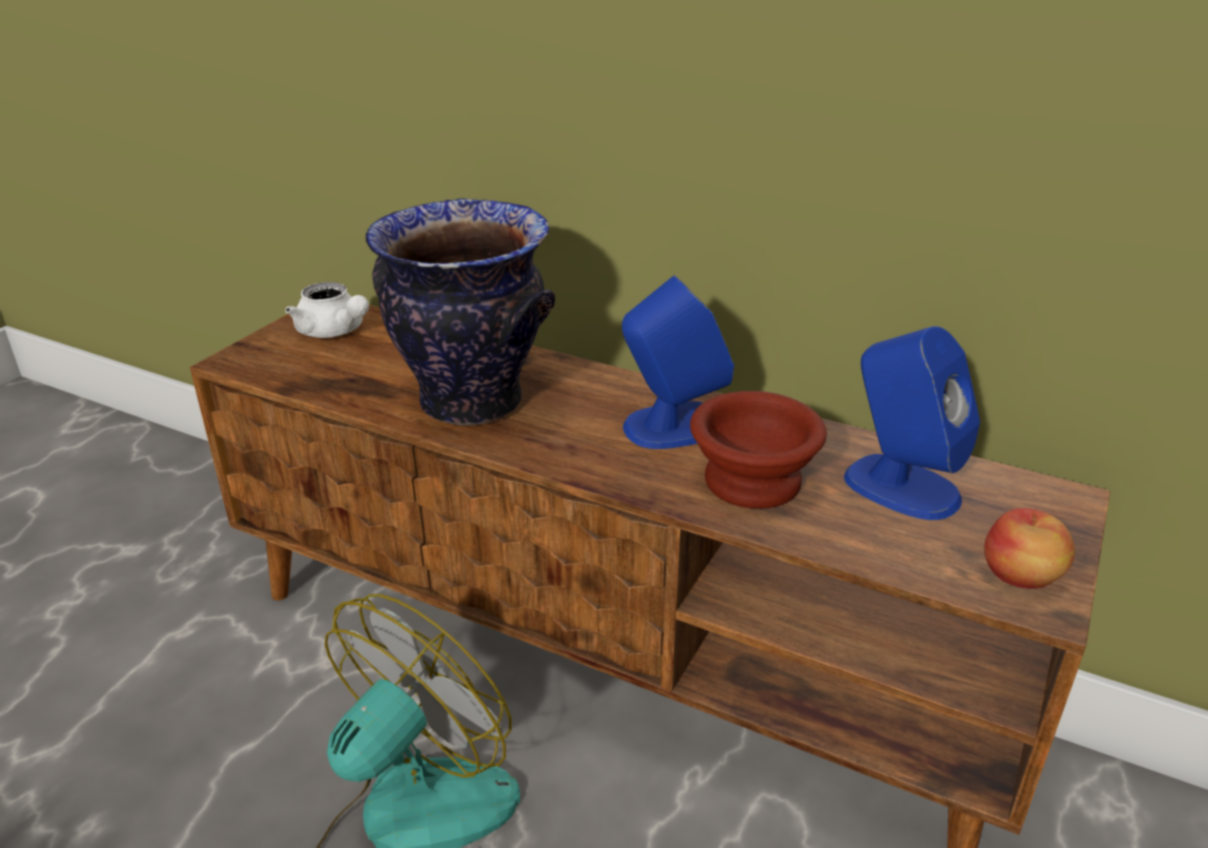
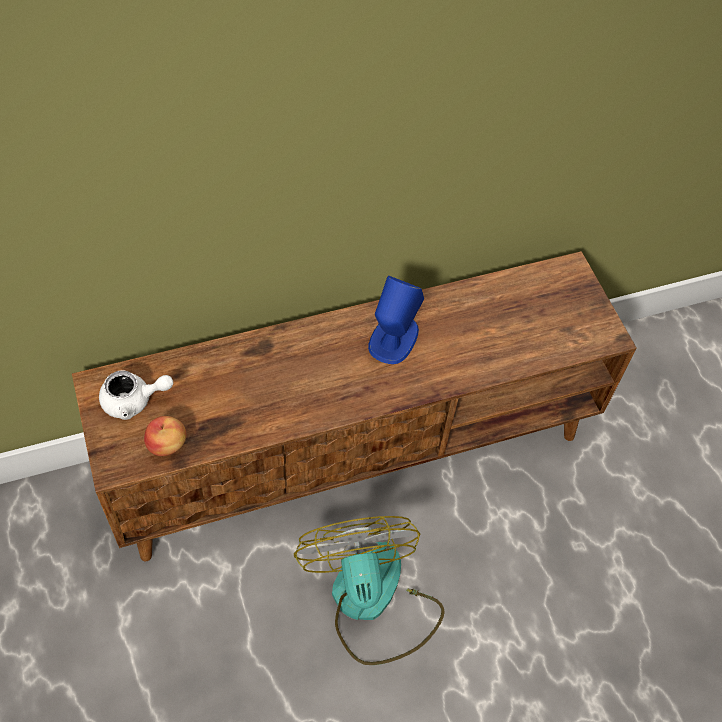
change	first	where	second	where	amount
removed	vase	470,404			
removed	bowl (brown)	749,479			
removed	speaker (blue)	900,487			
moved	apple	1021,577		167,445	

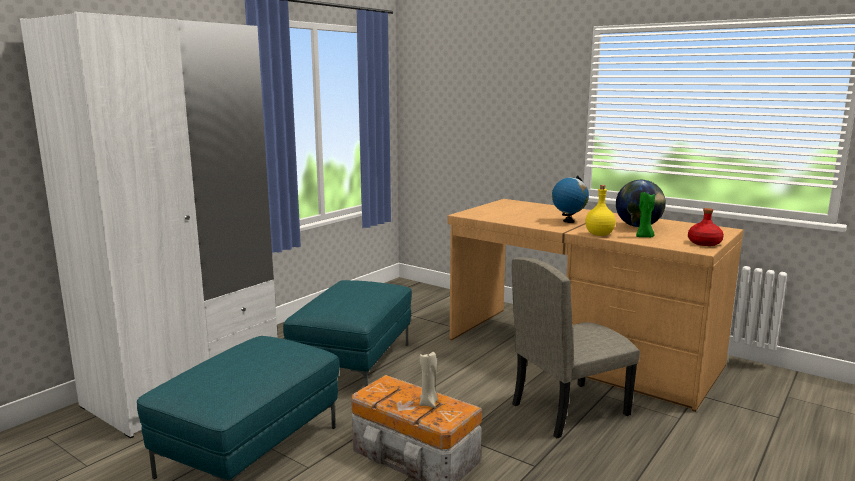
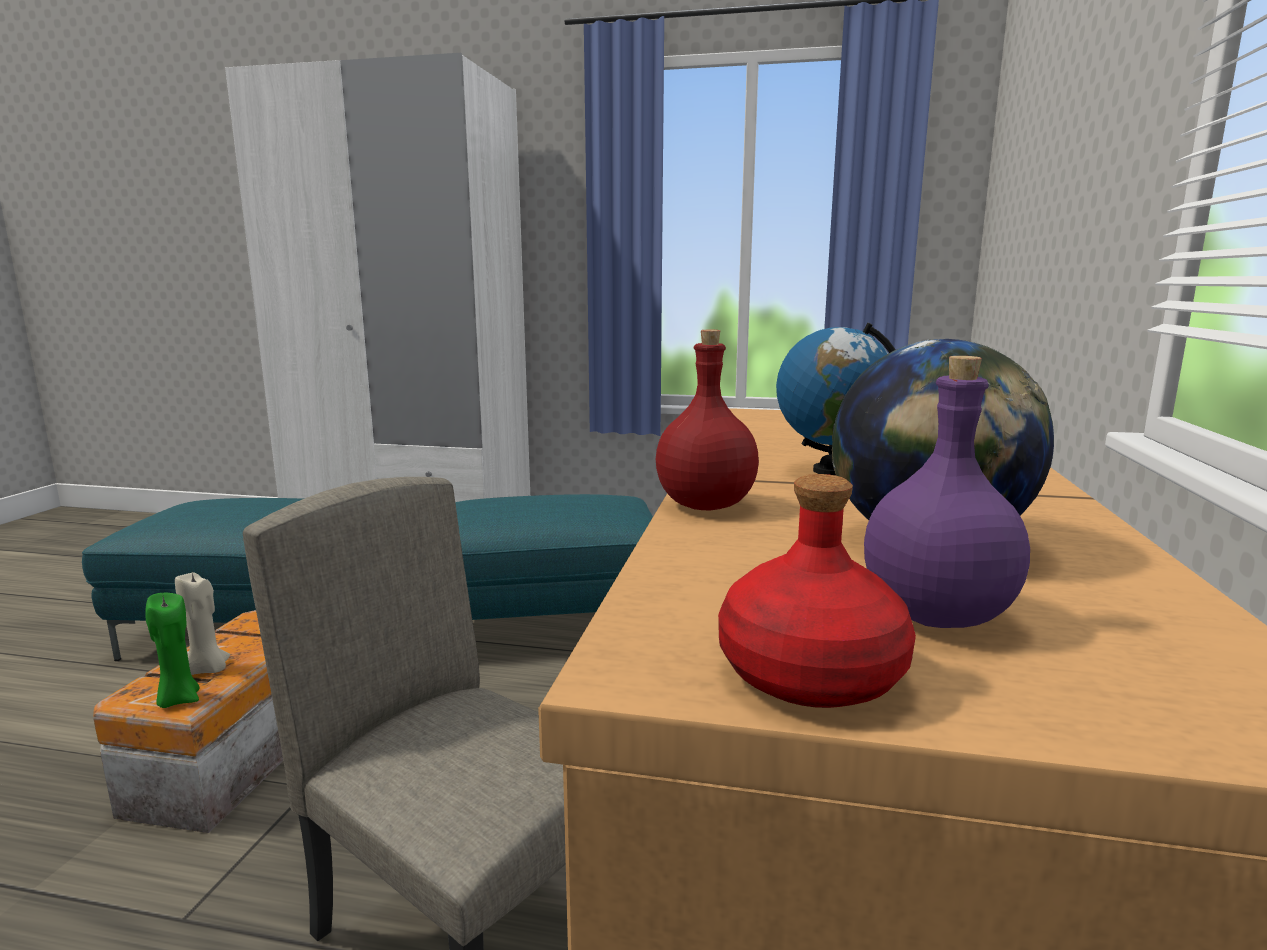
change	first	where	second	where	amount
added			bottle (purple)	936,617	
moved	candle (green)	644,237		178,700	
recoloured	bottle (yellow)	599,234	bottle (red)	707,505	

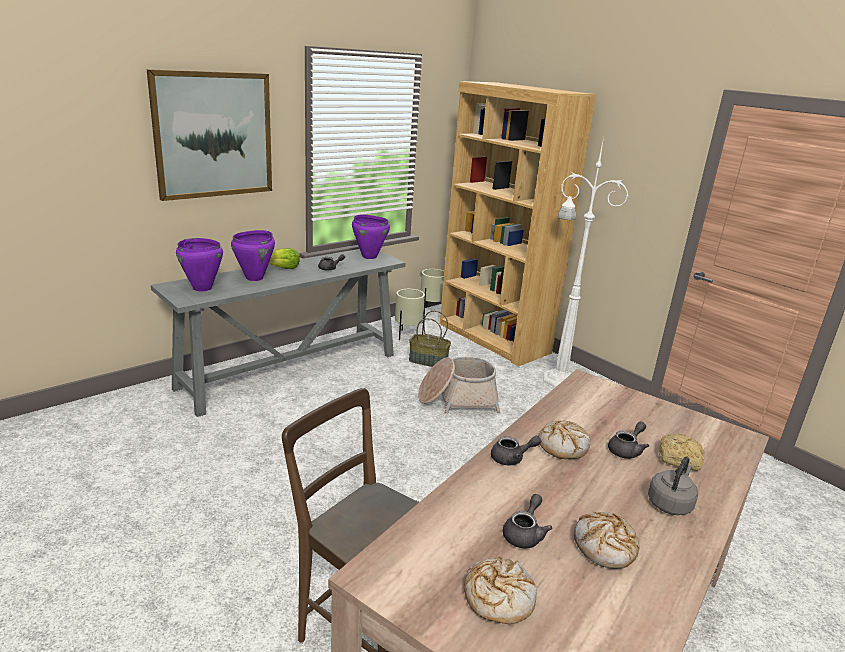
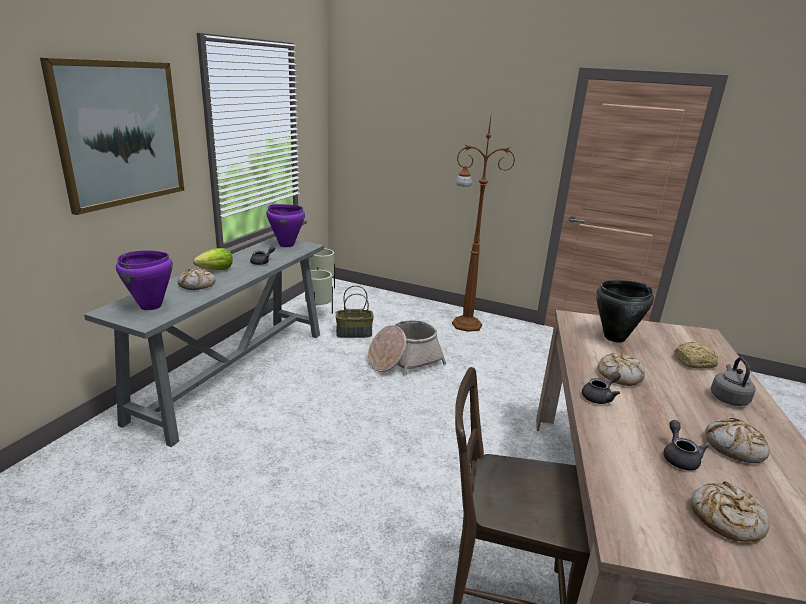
change	first	where	second	where	amount
removed	bookcase (brown)	493,338			
removed	teapot (grey)	626,450			
added			cooking pot (black)	615,338	
replaced	cooking pot (purple)	255,278	bread	197,285	
recoloured	floor lamp (white)	557,379	floor lamp (brown)	465,324	

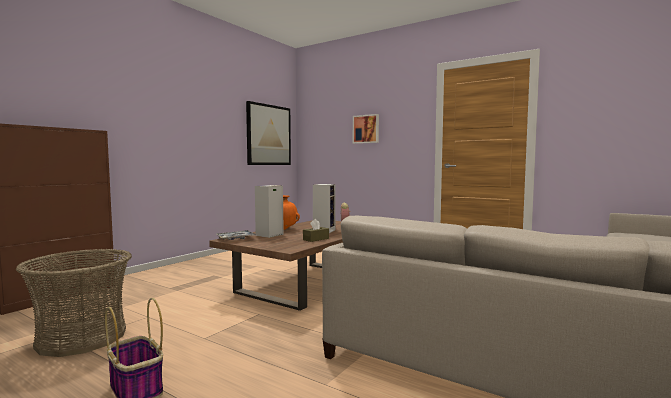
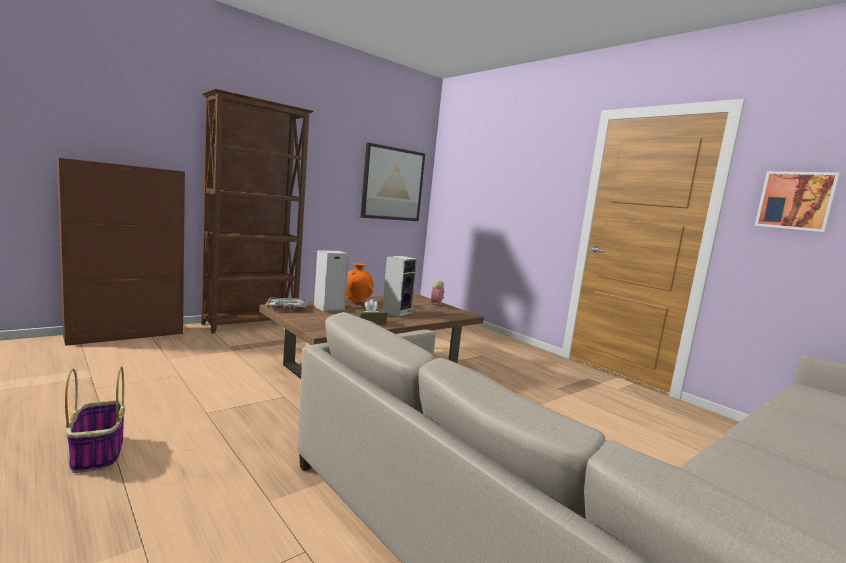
change	first	where	second	where	amount
removed	basket	82,337			
added			bookcase (brown)	251,324	
moved	picture	366,129		796,201	

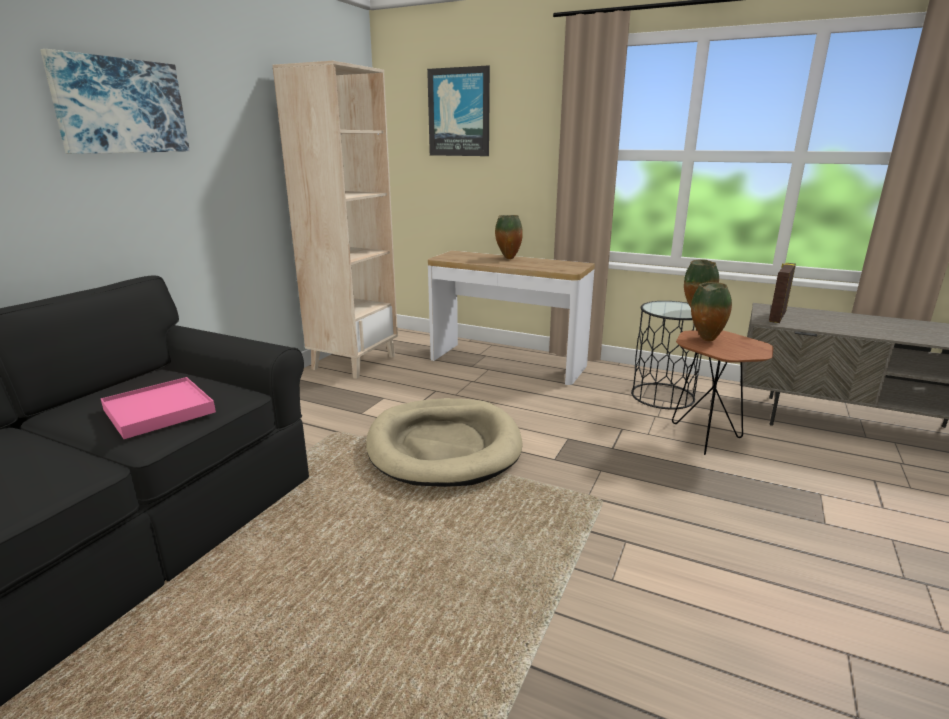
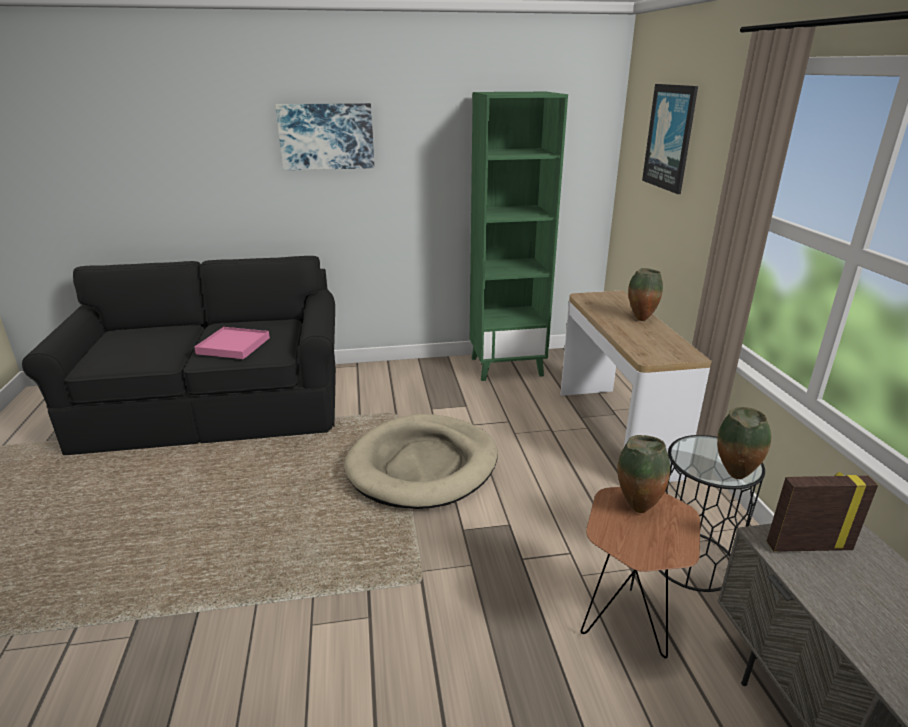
change	first	where	second	where	amount
recoloured	bookcase (beige)	354,362	bookcase (green)	507,366	

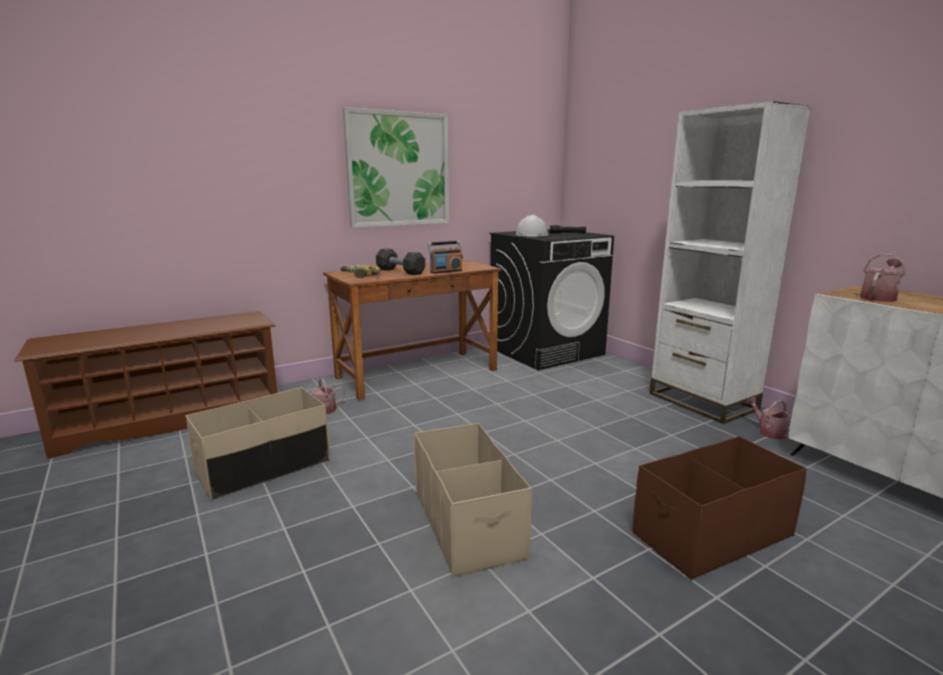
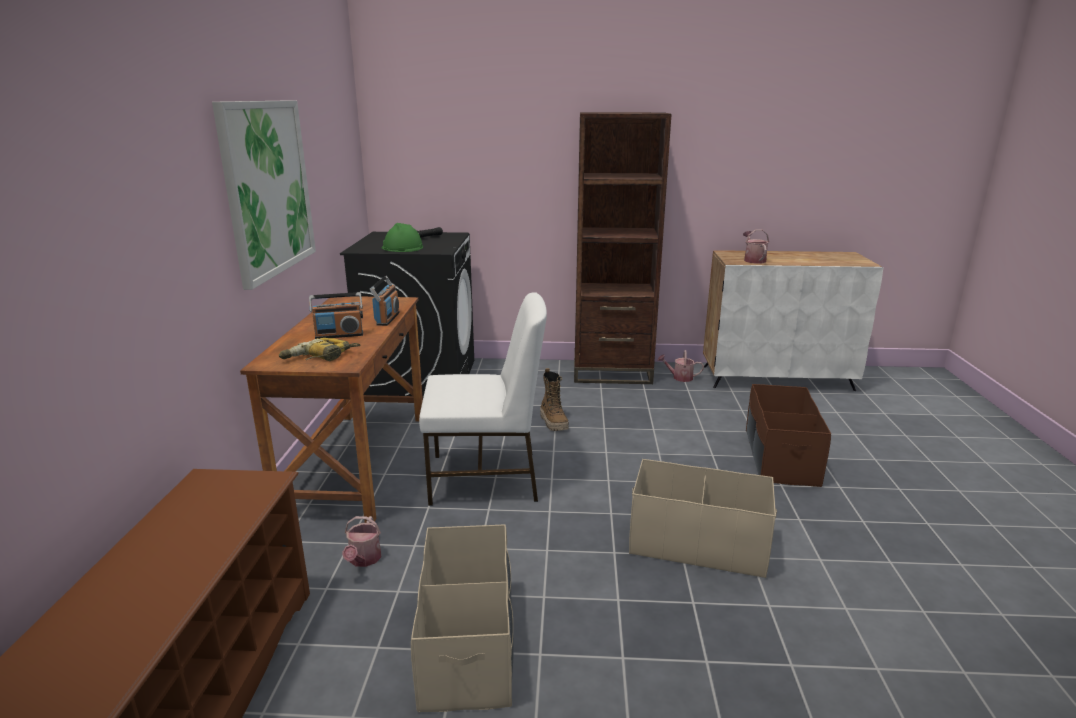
change	first	where	second	where	amount
added			chair (white)	486,478	
added			boot	554,423	
replaced	dumbbell (black)	400,271	radio	339,335	
recoloured	hard hat (white)	531,235	hard hat (green)	402,248	
recoloured	bookcase (white)	702,401	bookcase (brown)	612,373	

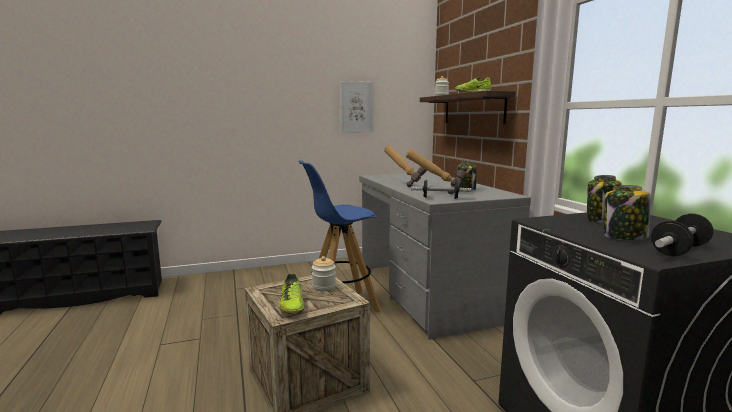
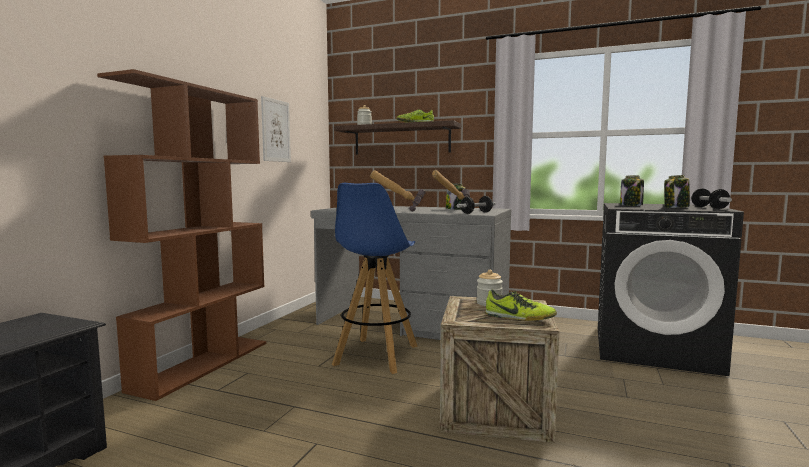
change	first	where	second	where	amount
added			bookcase (brown)	203,364	

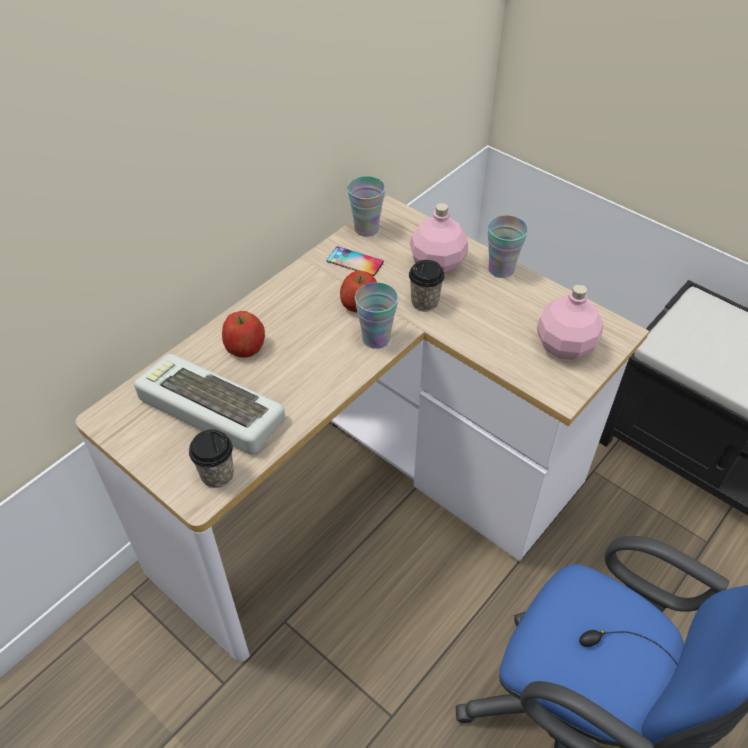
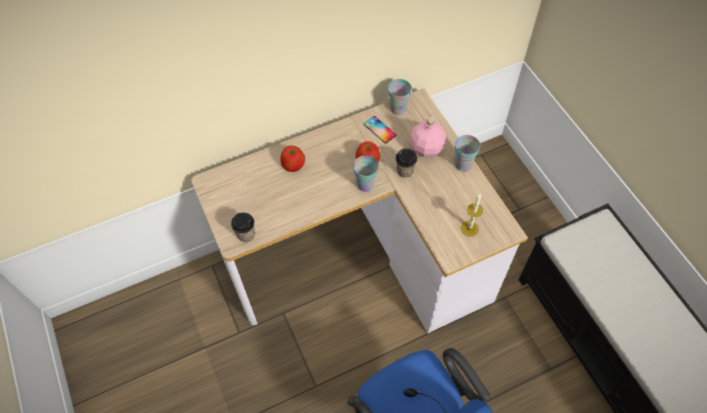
change	first	where	second	where	amount
removed	keyboard	207,411			
replaced	bottle (pink)	564,346	candle	469,228	

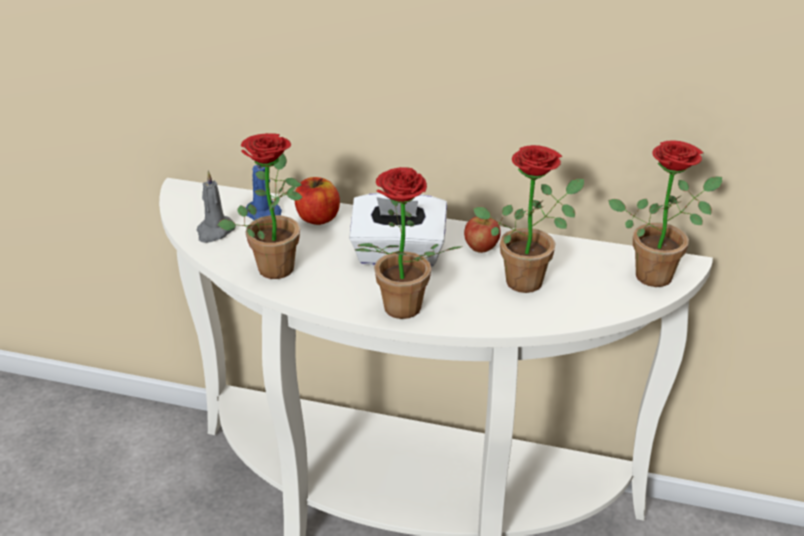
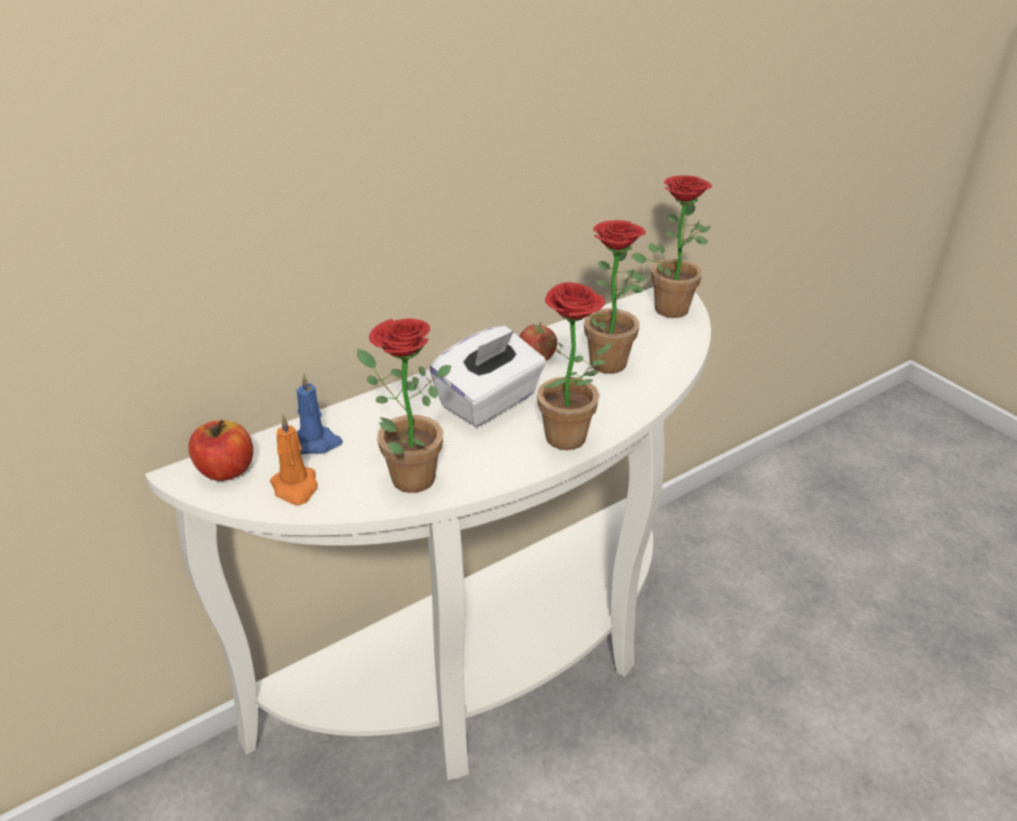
change	first	where	second	where	amount
moved	apple	317,218		225,470	
recoloured	candle (grey)	214,231	candle (orange)	295,487	

